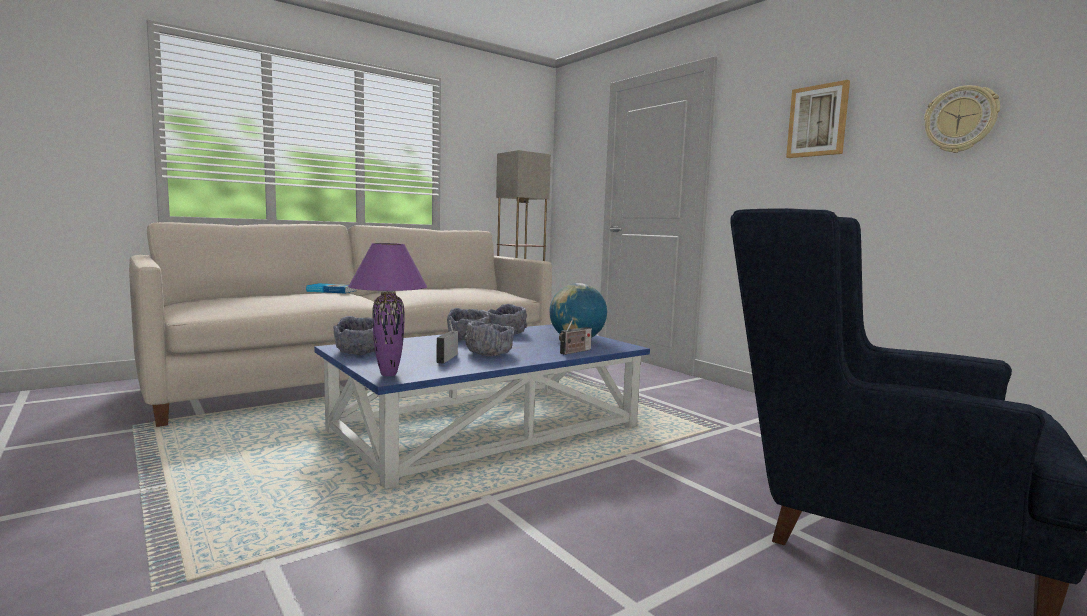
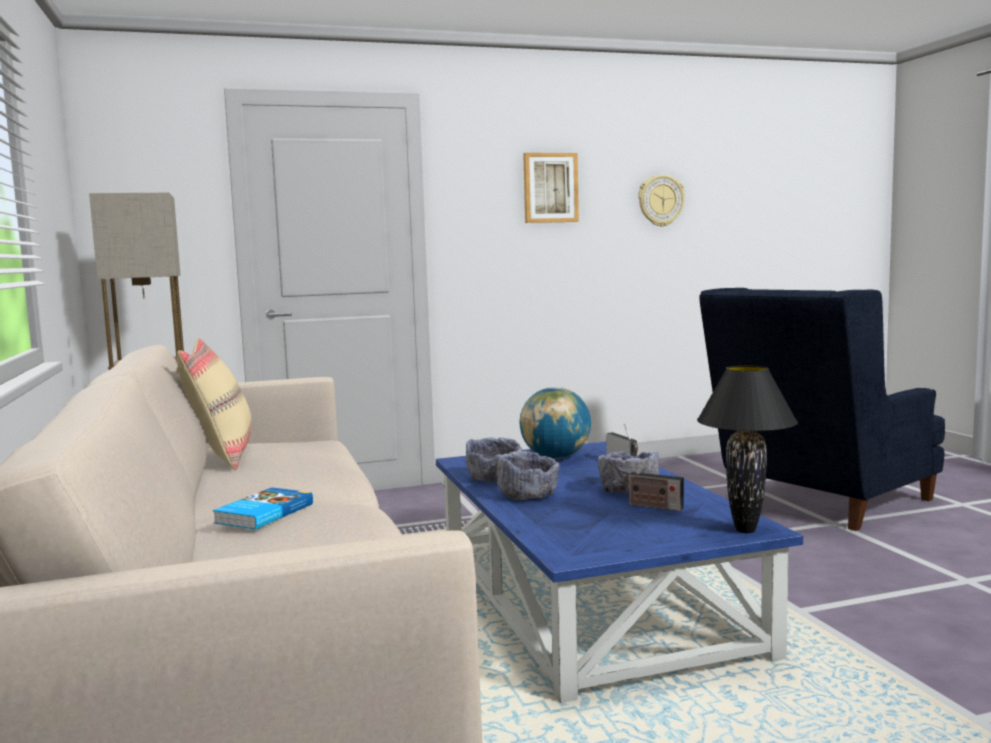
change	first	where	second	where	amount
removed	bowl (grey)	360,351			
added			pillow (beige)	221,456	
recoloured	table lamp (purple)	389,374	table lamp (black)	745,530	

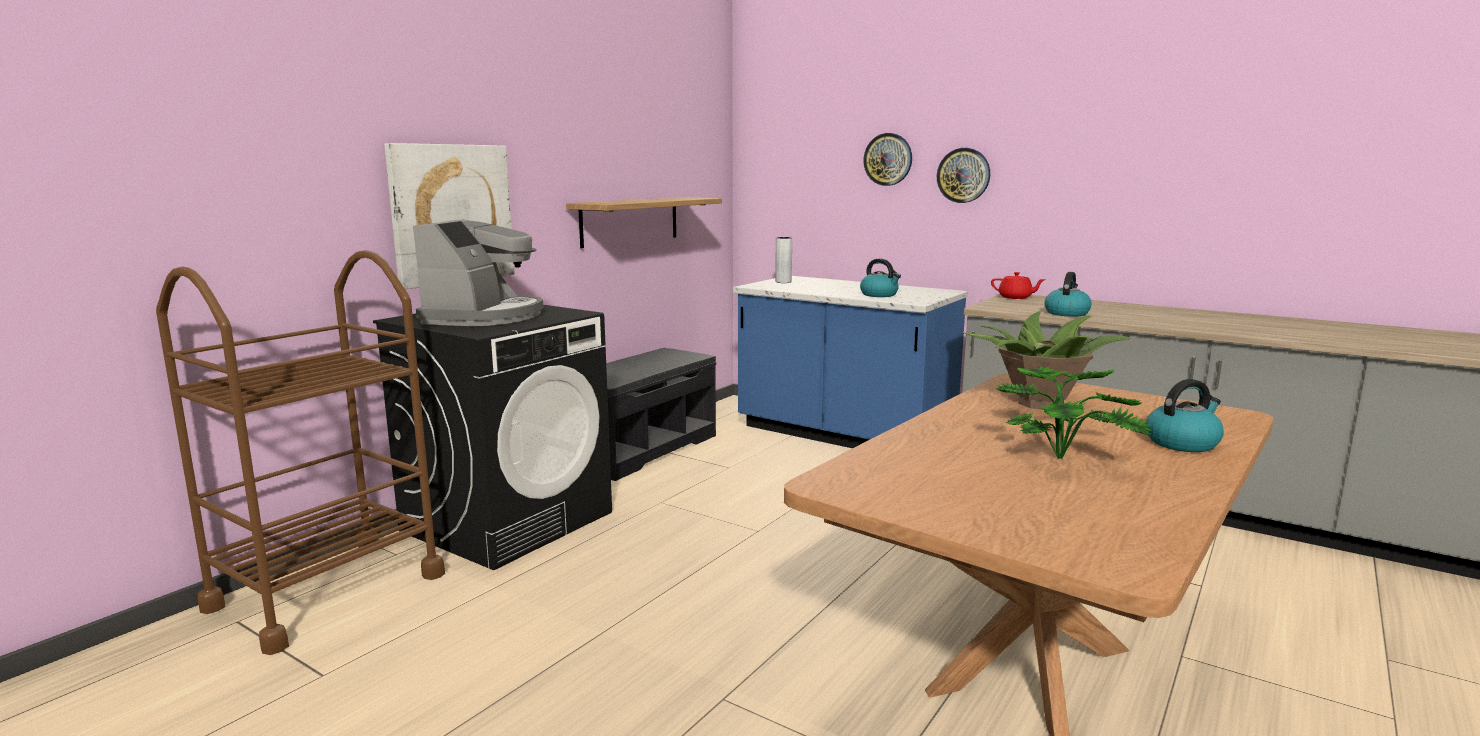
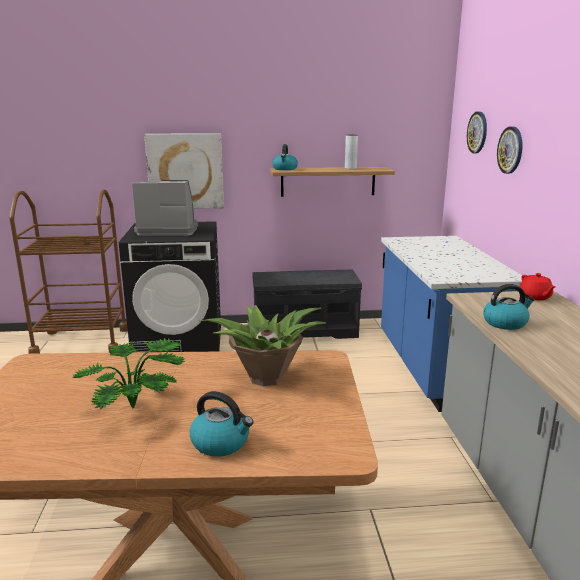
change	first	where	second	where	amount
moved	vase (grey)	783,282		350,168	
moved	kettle	879,295		285,169	
moved	wall clock	963,175		477,132	
turned	coffee machine	485,316		168,230	150 degrees counterclockwise

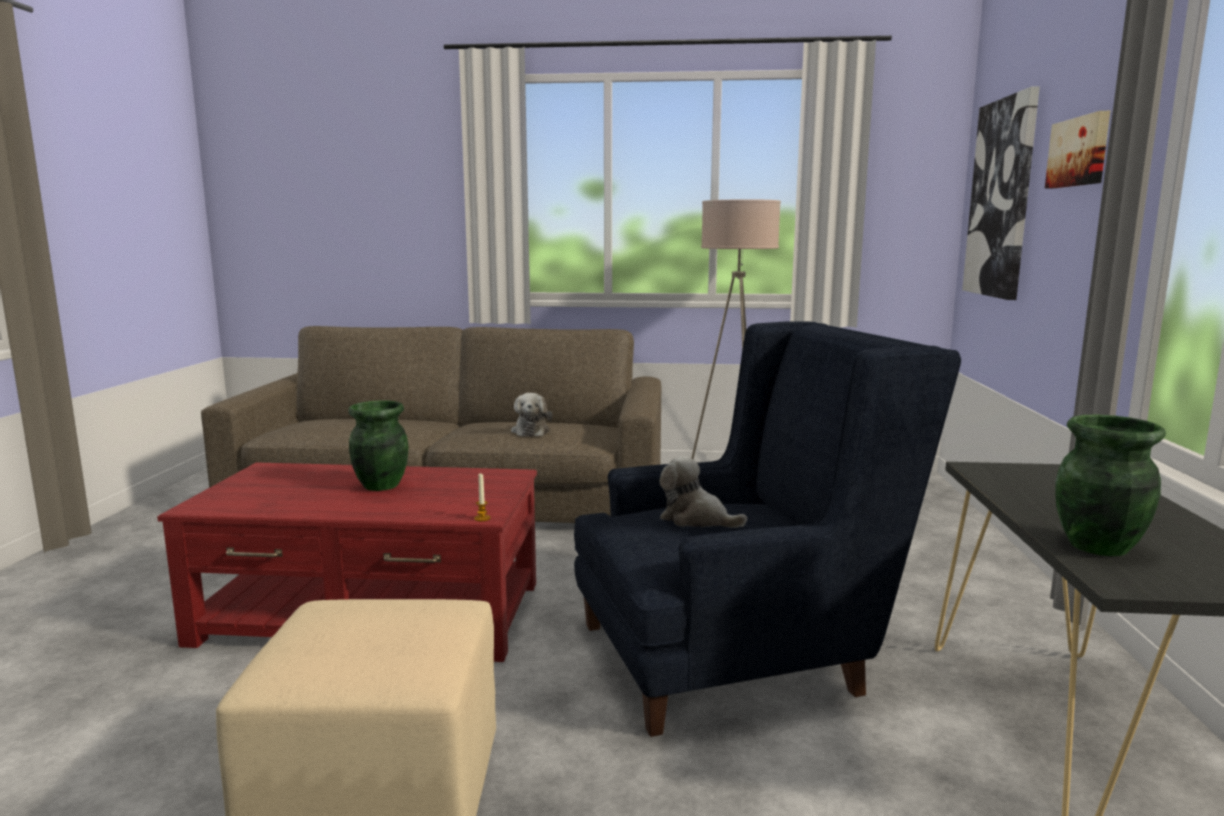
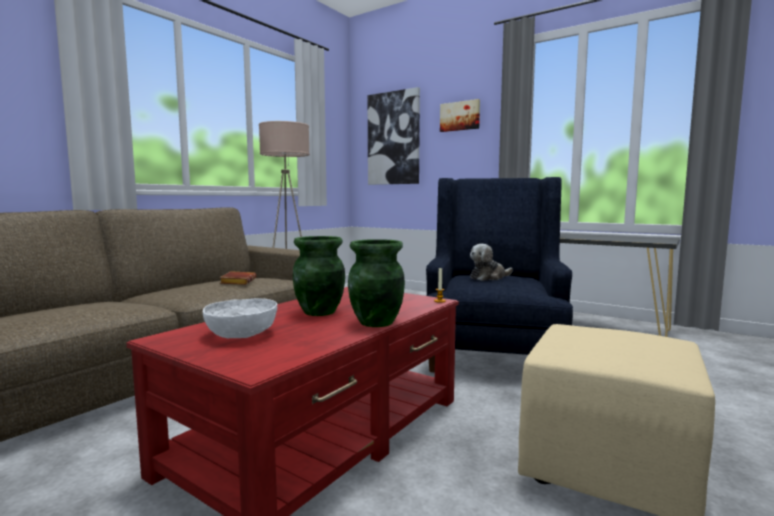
change	first	where	second	where	amount
added			bowl (white)	241,333	
moved	vase (green)	1098,546		377,323	
replaced	plush toy	531,431	book (brown)	237,282	

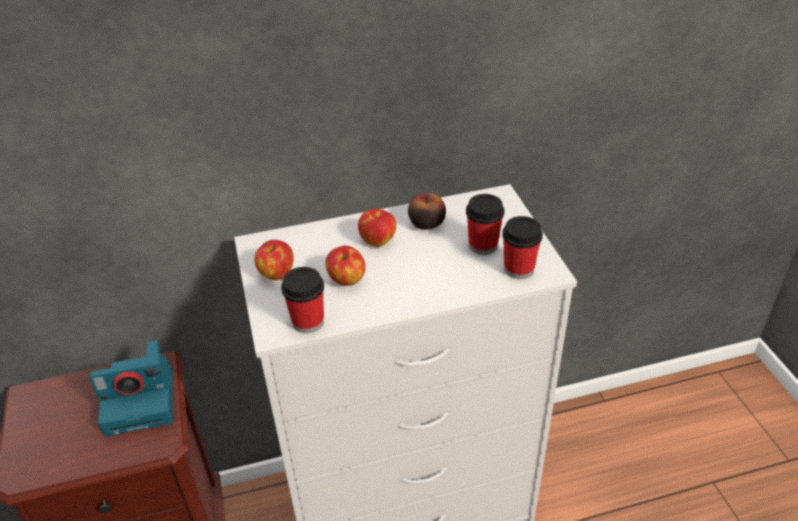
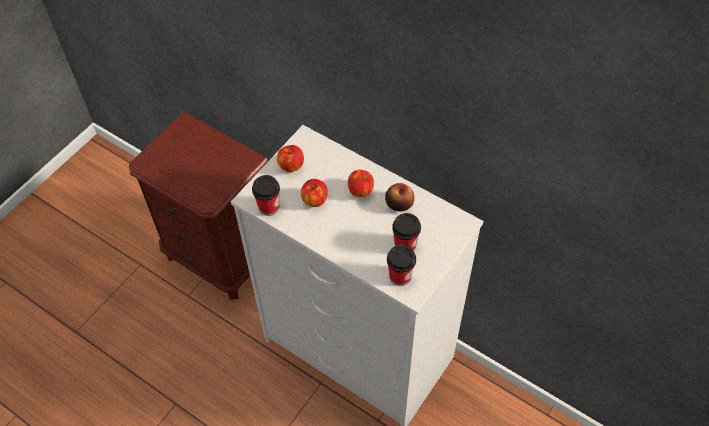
change	first	where	second	where	amount
removed	photo camera	142,400			

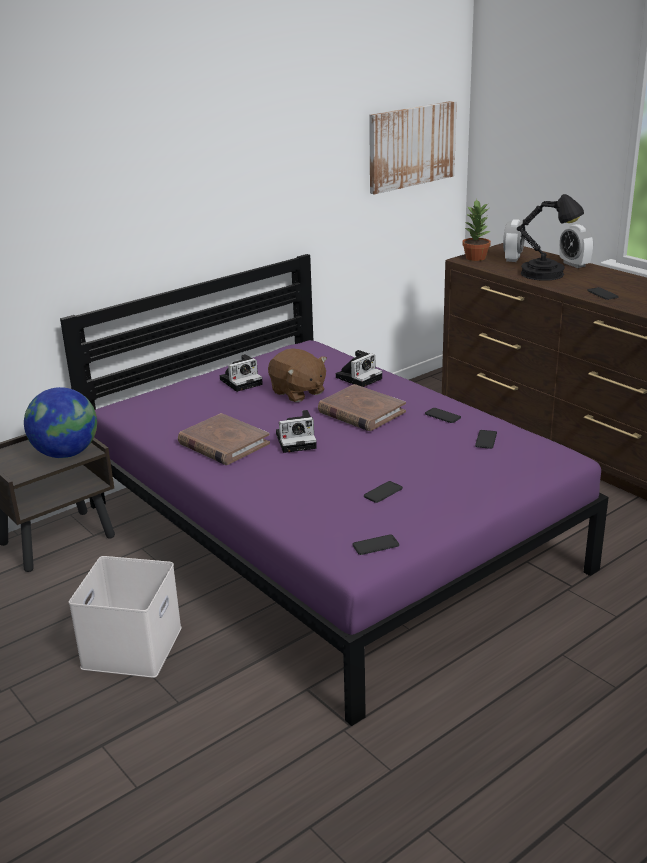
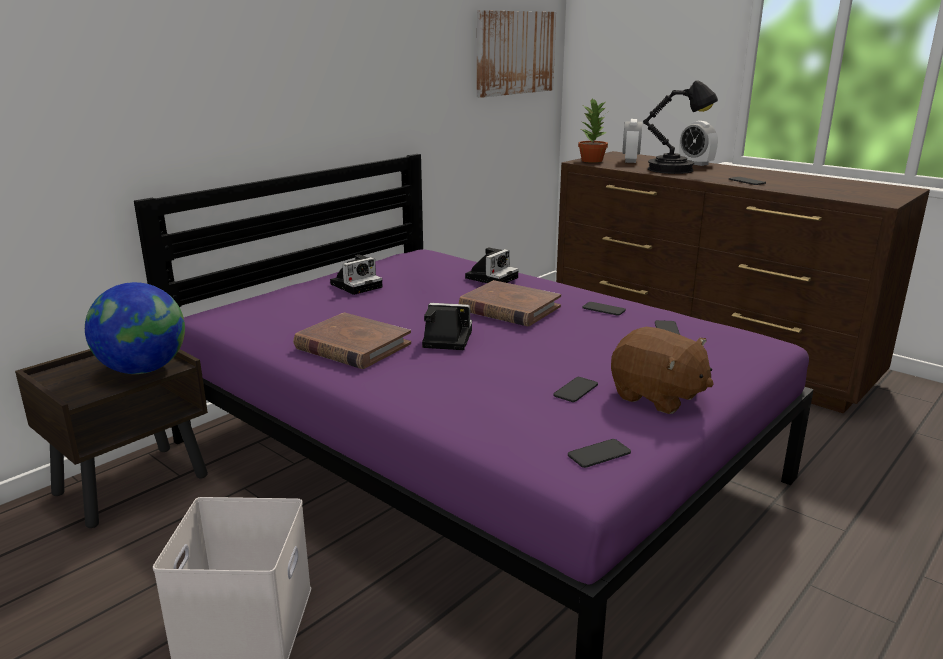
change	first	where	second	where	amount
moved	plush toy (brown)	298,392		657,397	
turned	photo camera	297,440		445,339	150 degrees counterclockwise

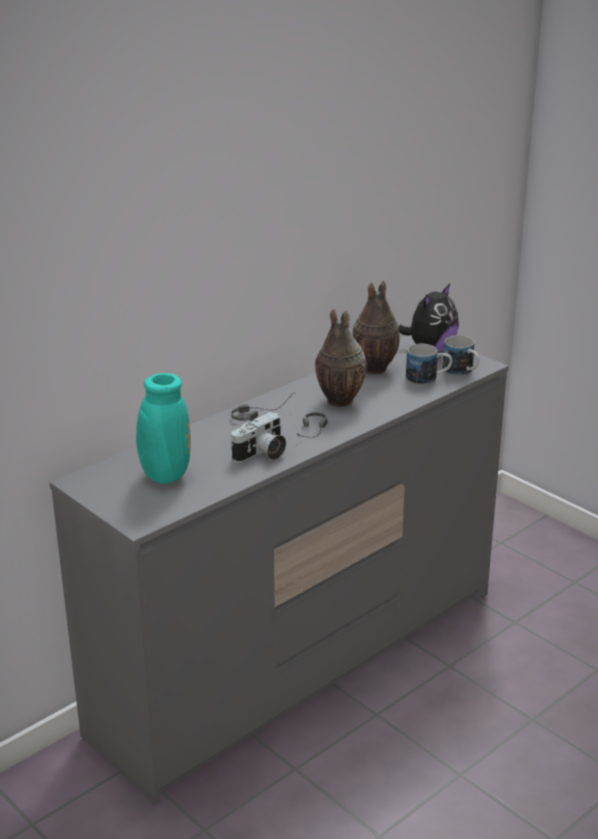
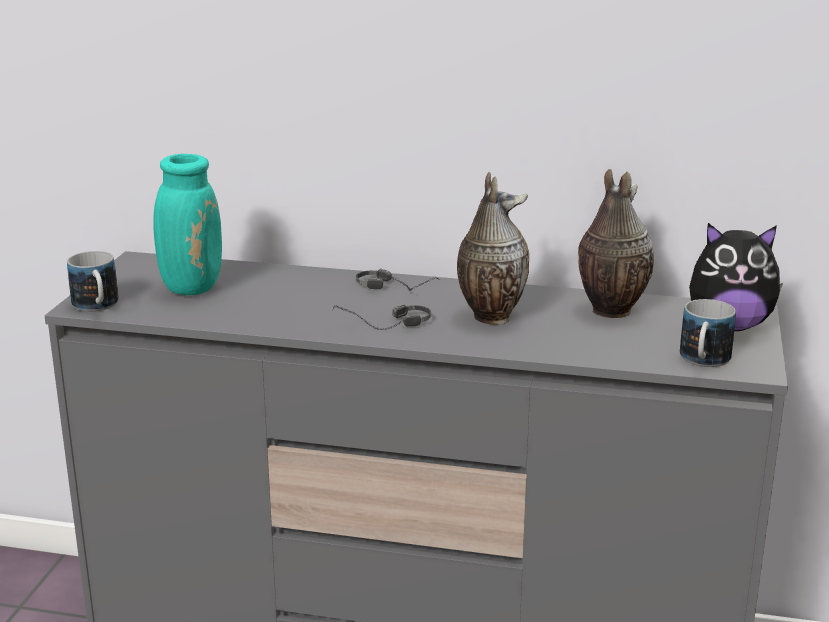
change	first	where	second	where	amount
removed	photo camera	261,454			
moved	mug	428,379		97,307	

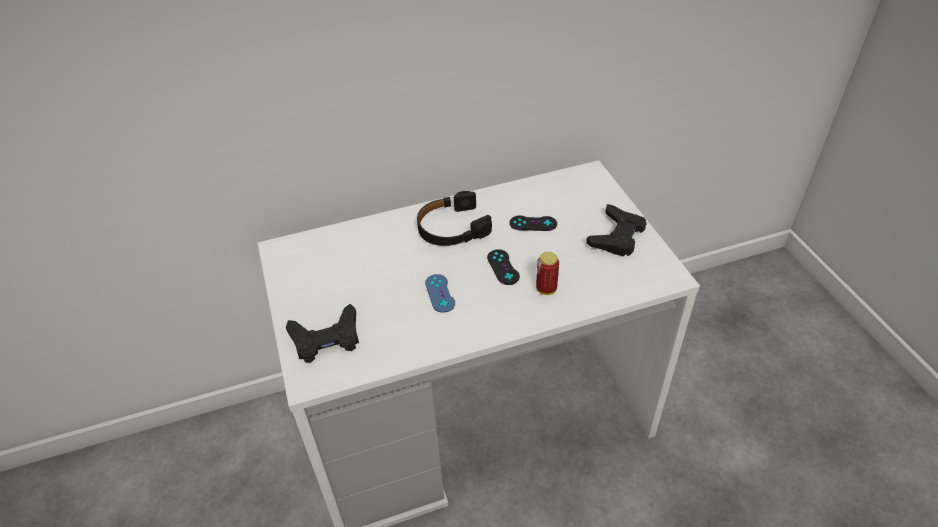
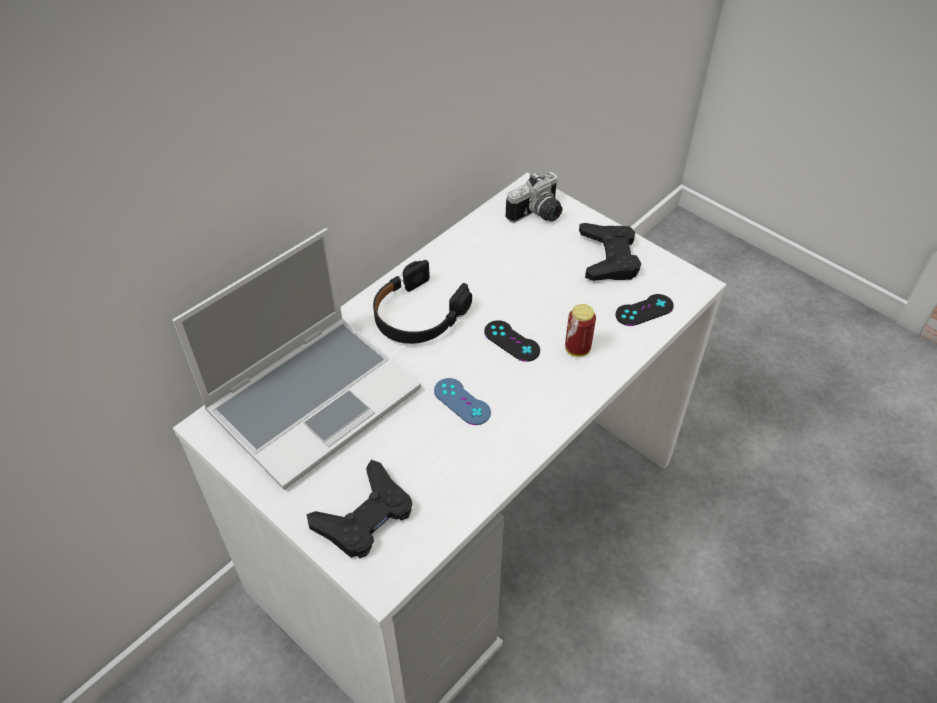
change	first	where	second	where	amount
added			laptop	314,398	
added			photo camera	538,215	
moved	game controller (black)	533,223		644,310	

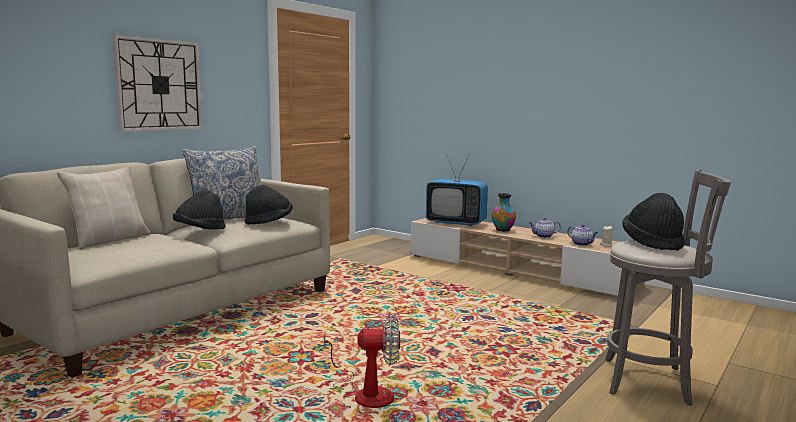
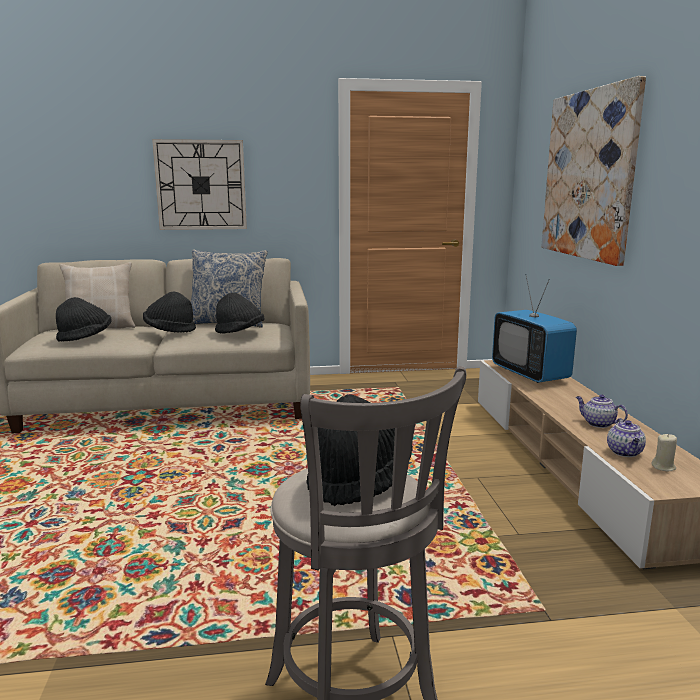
change	first	where	second	where	amount
removed	fan	365,393			
removed	vase	503,230			
added			hat (black)	85,338	
added			picture	588,175	

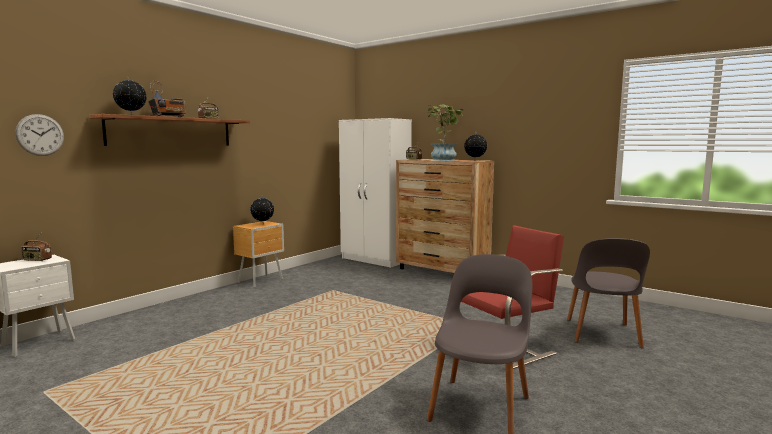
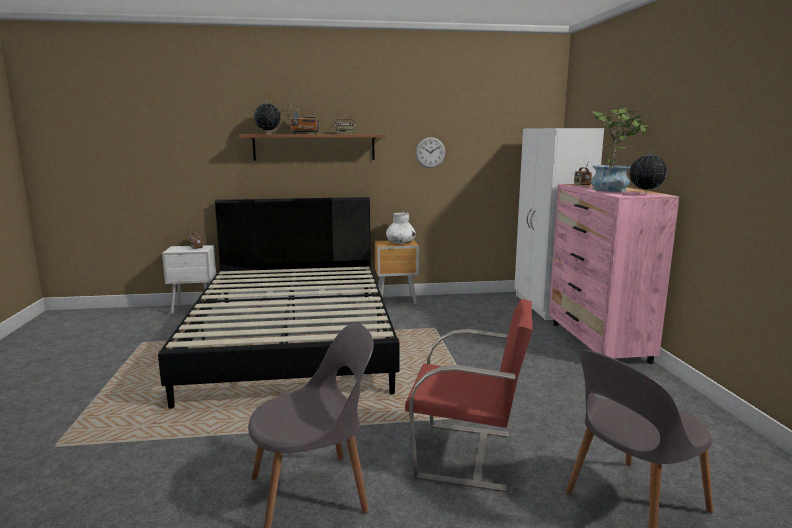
change	first	where	second	where	amount
added			bed (black)	293,340	
moved	wall clock	40,135		430,152	
replaced	globe	262,224	vase (white)	400,243	
recoloured	dresser (brown)	442,271	dresser (pink)	597,342	

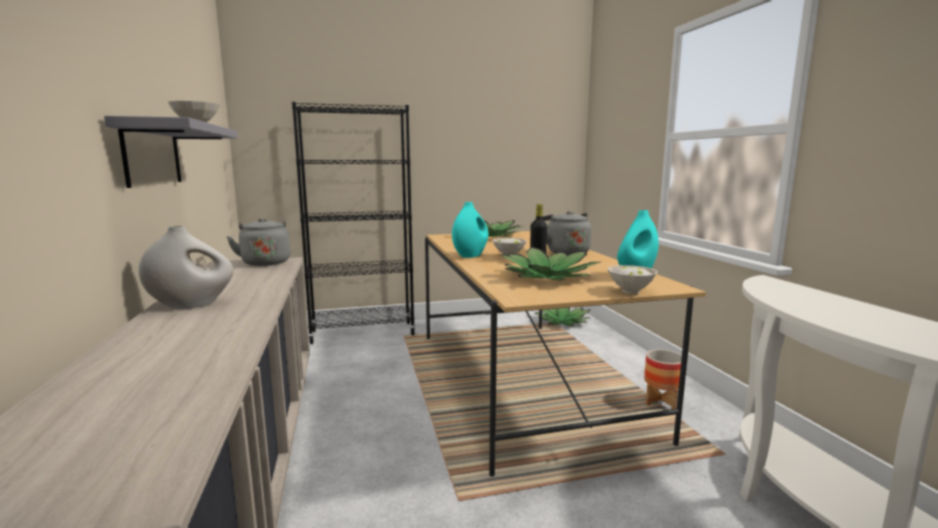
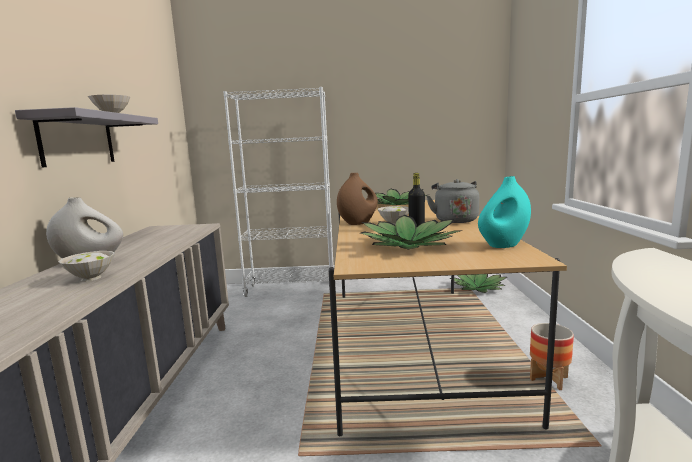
change	first	where	second	where	amount
removed	kettle (grey)	265,262			
moved	bowl (white)	631,292		90,278	
recoloured	bookcase (black)	363,333	bookcase (white)	291,289	
recoloured	vase (turquoise)	470,255	vase (brown)	358,223	

